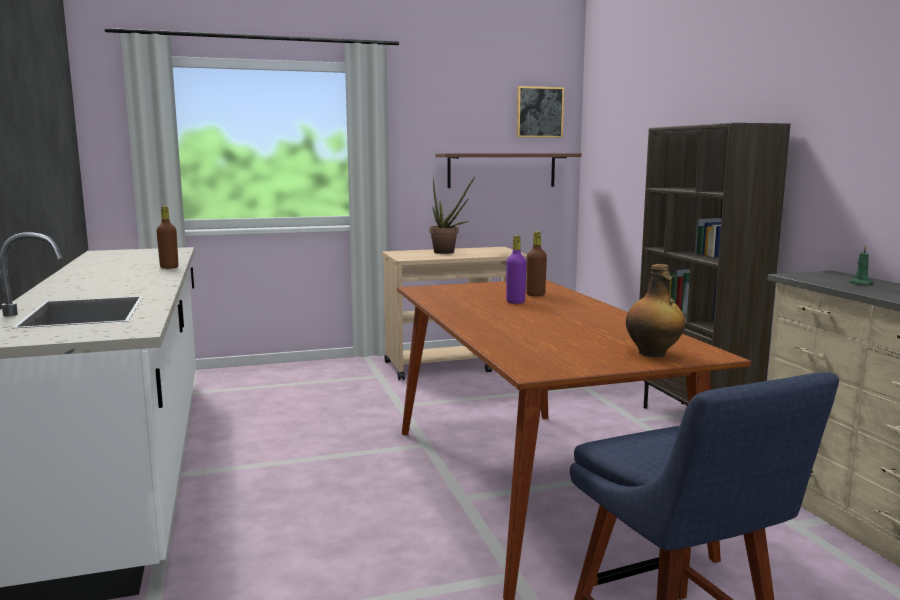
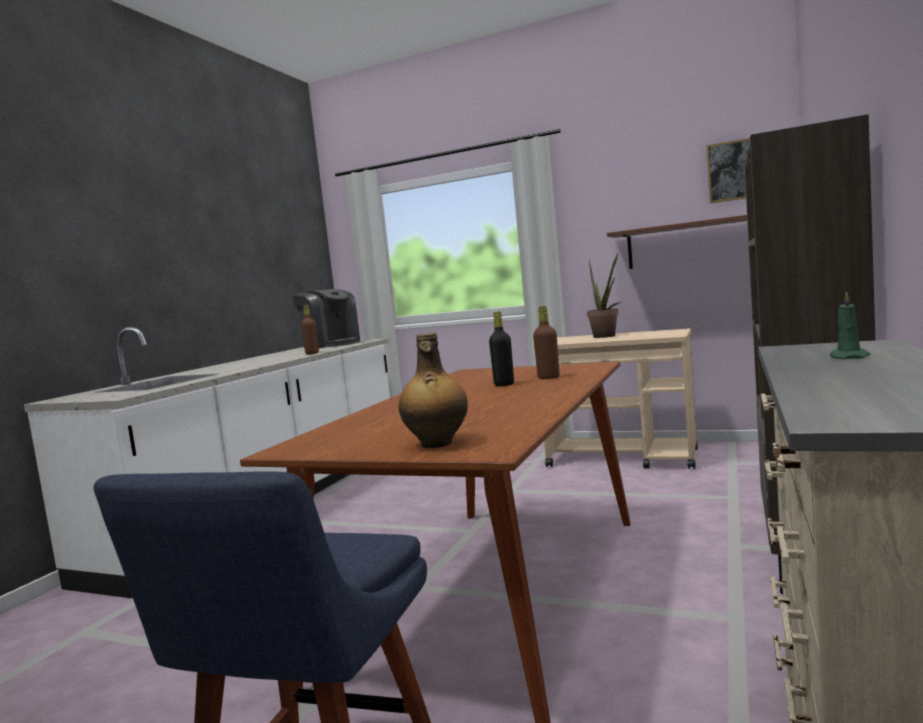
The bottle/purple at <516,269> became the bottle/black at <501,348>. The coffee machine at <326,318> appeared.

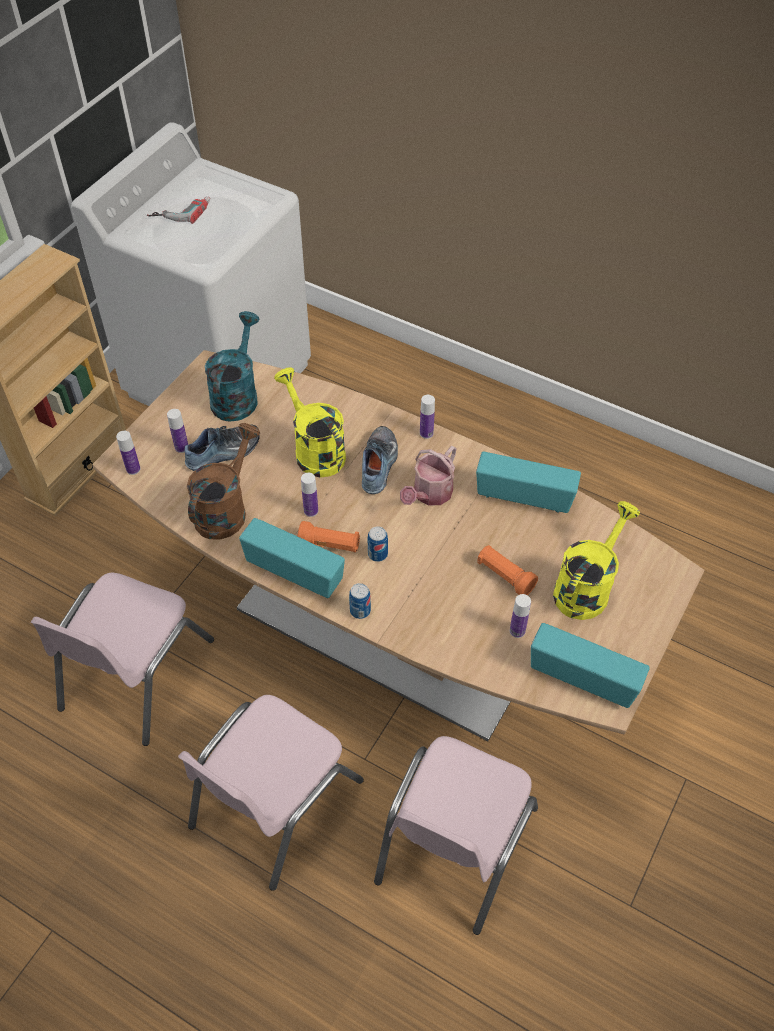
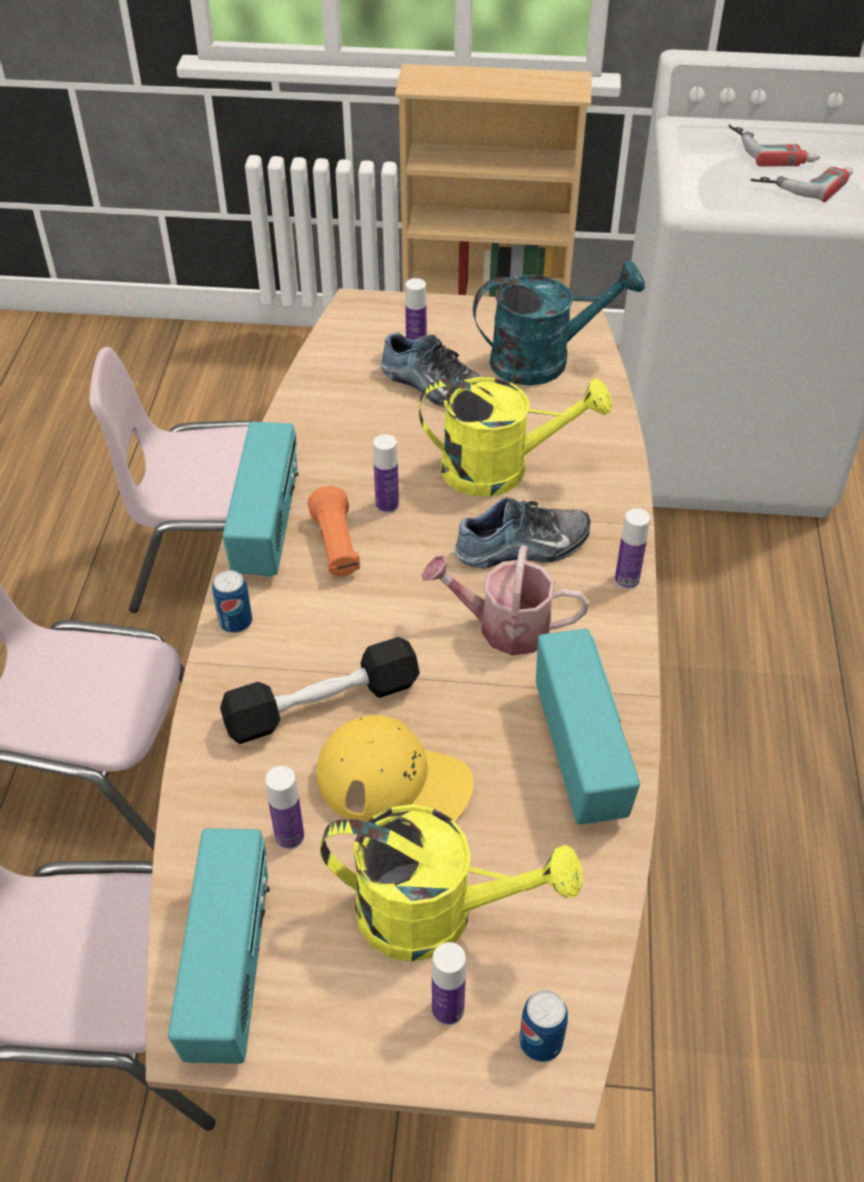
The watering can/yellow at <310,423> turned 60 degrees clockwise. The watering can/brown at <223,481> disappeared. The bottle moved from <128,453> to <449,983>. The can moved from <378,544> to <543,1026>. The flashlight/orange at <507,570> was replaced by the cap/yellow at <395,768>. The power drill at <801,184> appeared. The dumbbell/black at <320,690> appeared.

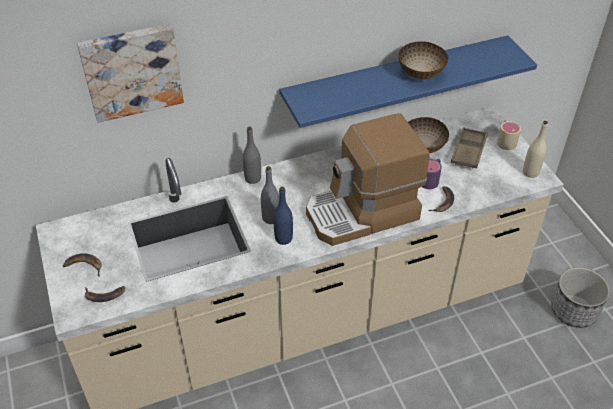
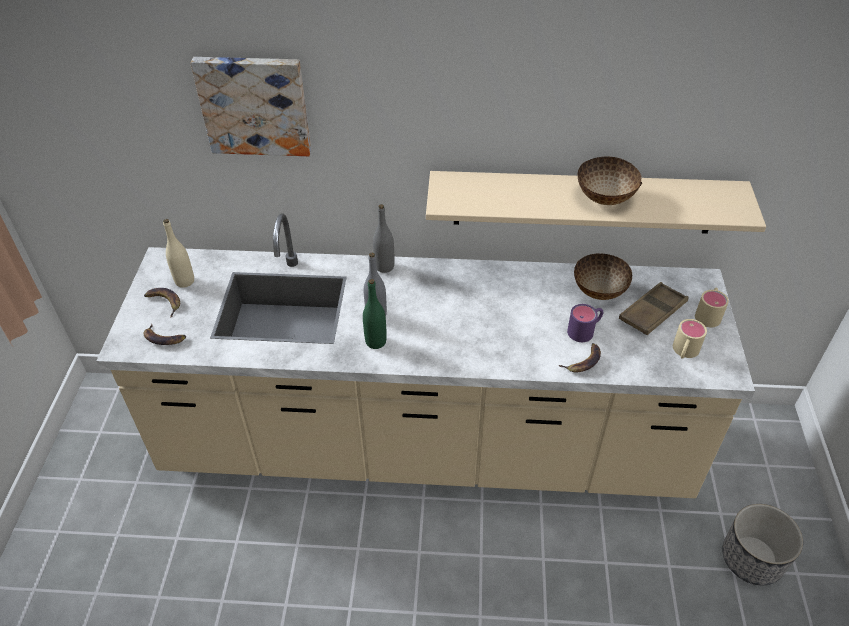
The shelf/blue at <408,81> became the shelf/beige at <596,202>. The coffee machine at <368,179> disappeared. The bottle/beige moved from <535,149> to <178,253>. The bottle/blue at <283,216> became the bottle/green at <375,314>. The mug/beige at <690,339> appeared.

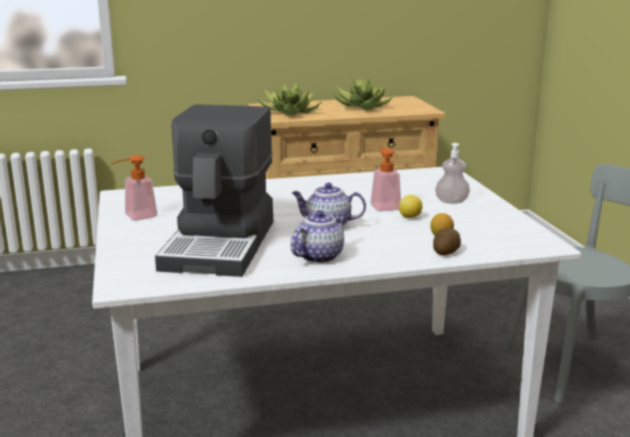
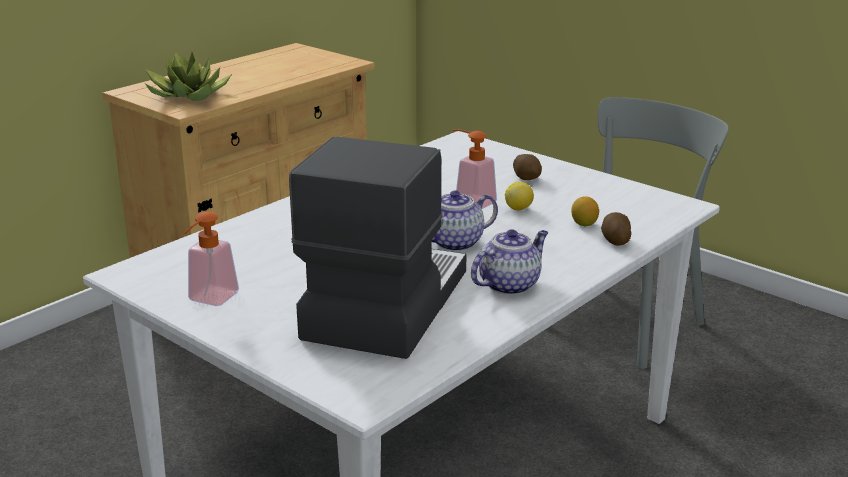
The potted plant at <364,94> disappeared. The coffee machine at <214,190> turned 135 degrees counterclockwise. The soap dispenser at <452,173> was replaced by the potato at <527,167>. The teapot at <318,236> turned 45 degrees clockwise.

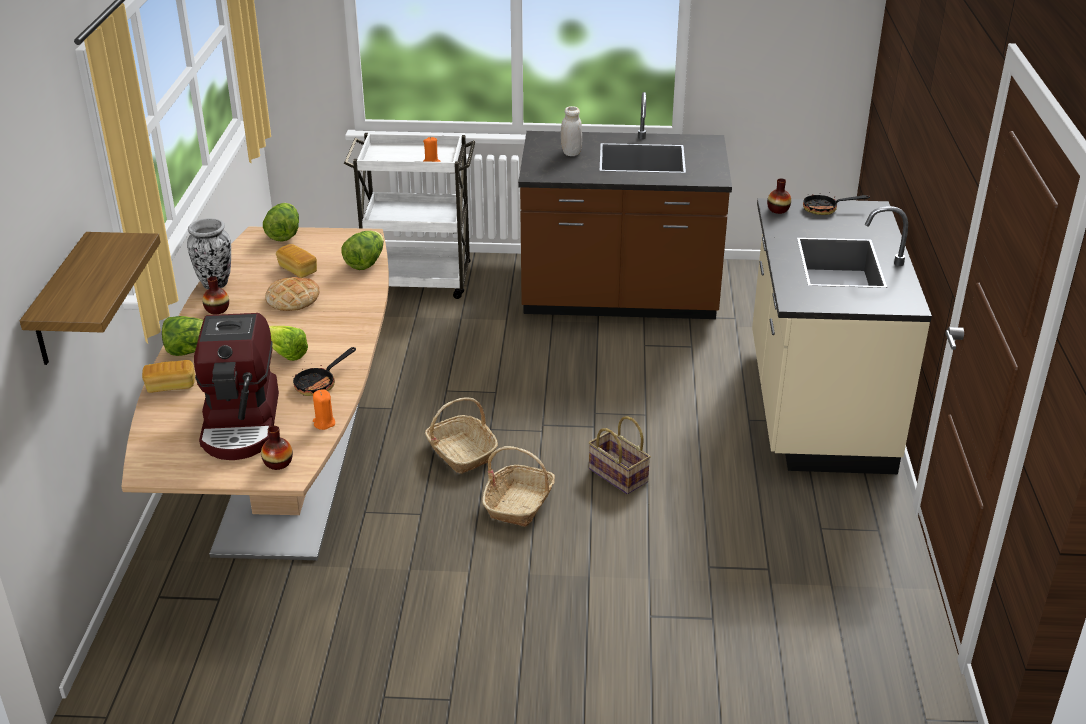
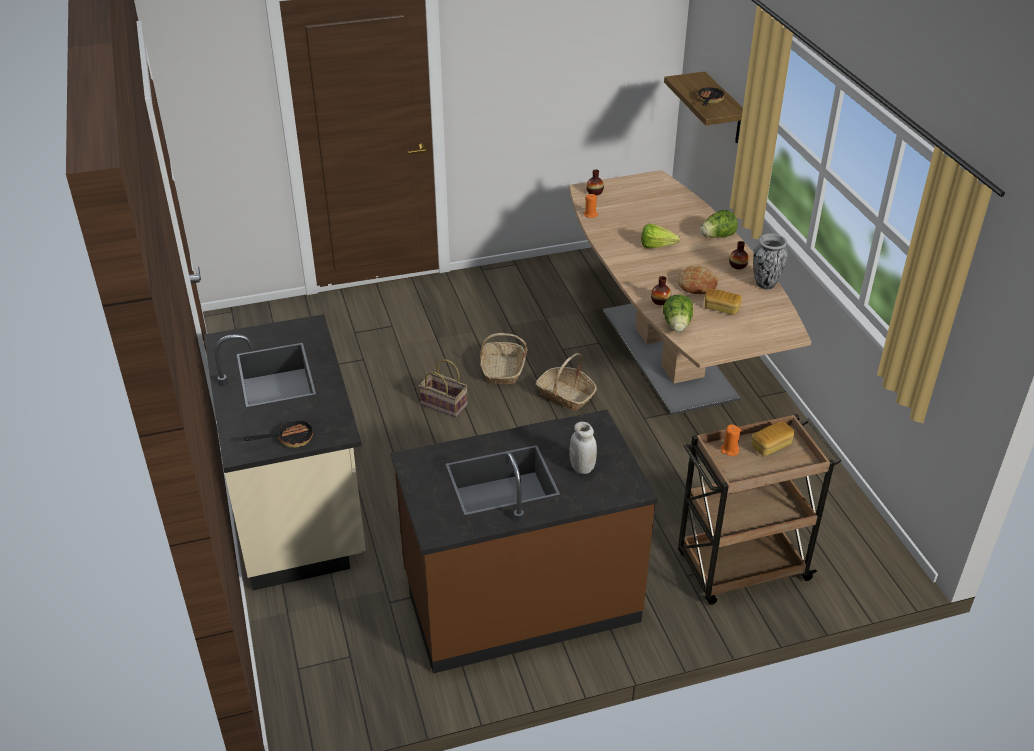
The cart/white at <409,216> became the cart/brown at <759,509>. The vase moved from <779,196> to <661,290>. The lettuce at <281,222> disappeared. The coffee machine at <236,386> disappeared. The frying pan moved from <324,371> to <711,95>. The bread moved from <168,376> to <773,438>.

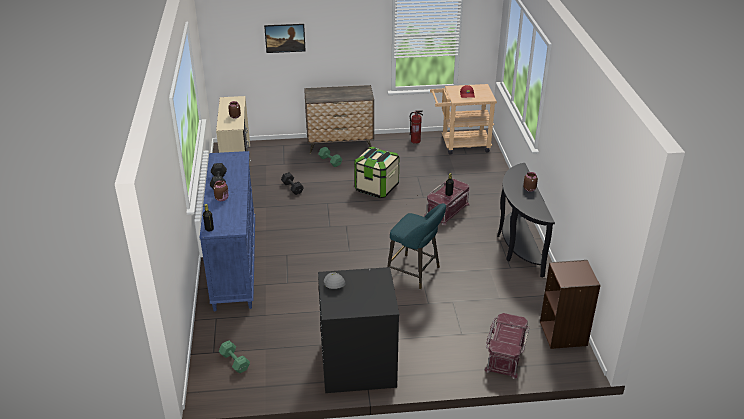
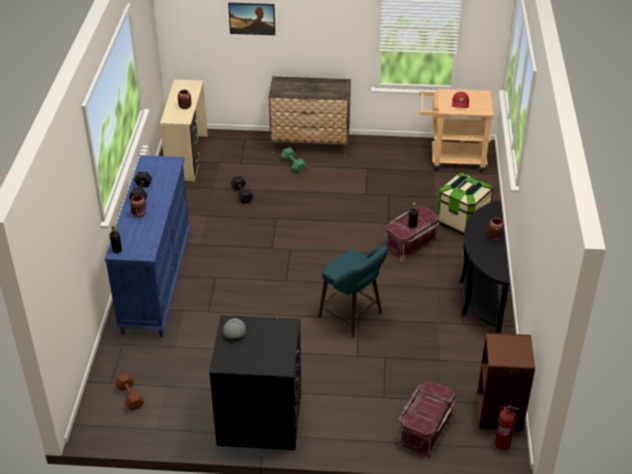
The fire extinguisher moved from <416,127> to <507,427>. The storage box moved from <376,172> to <464,204>. The dumbbell/green at <234,357> became the dumbbell/brown at <129,392>.

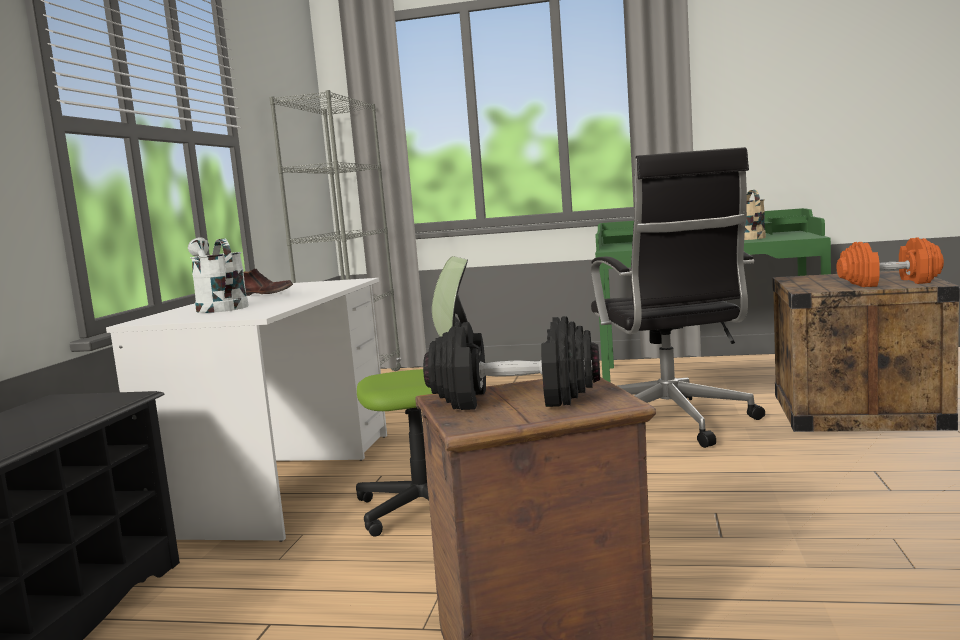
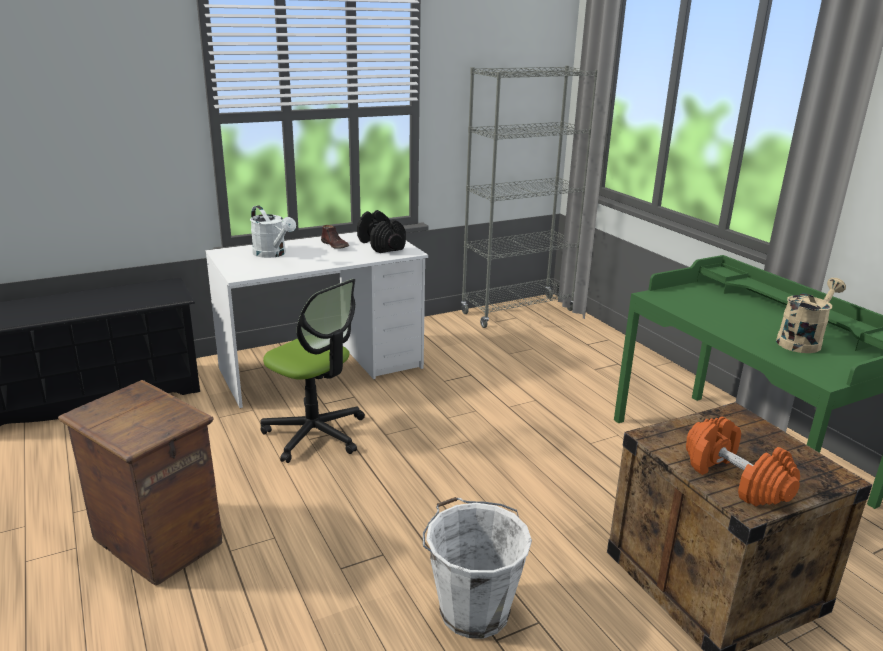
The office chair/black at <678,297> disappeared. The watering can/white at <218,275> turned 120 degrees clockwise. The dumbbell/black moved from <511,363> to <381,231>. The bucket/white at <477,567> appeared.

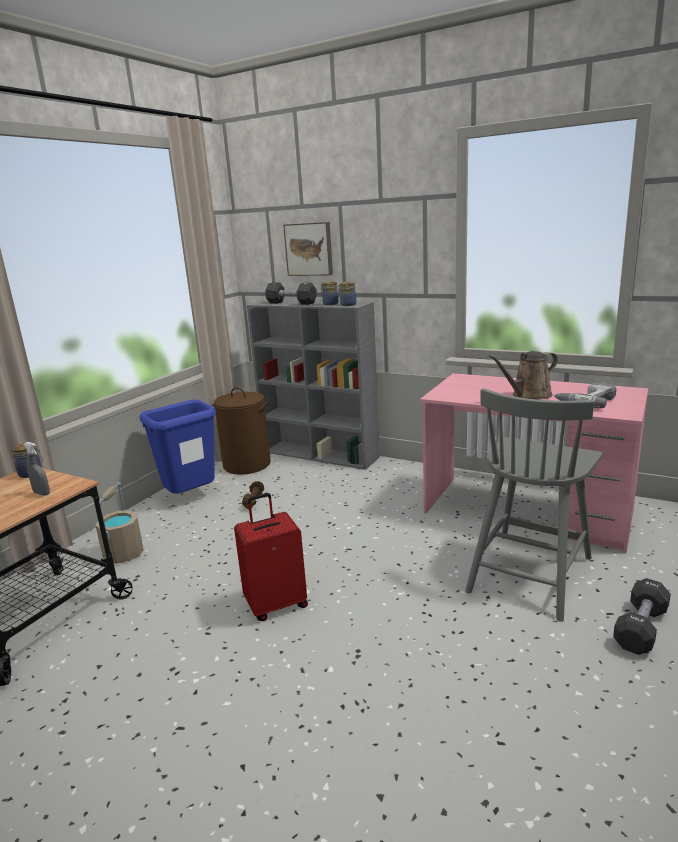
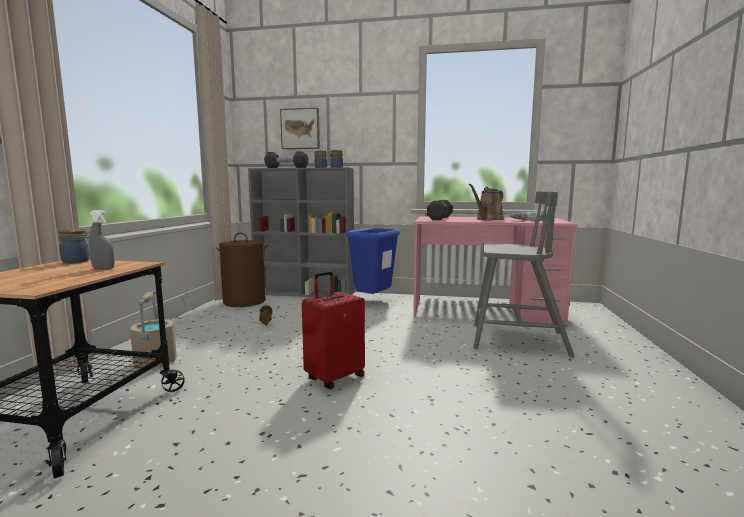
The chair/grey at <534,505> turned 90 degrees counterclockwise. The trash can/blue moved from <177,447> to <373,261>. The dumbbell/black moved from <642,616> to <440,210>.

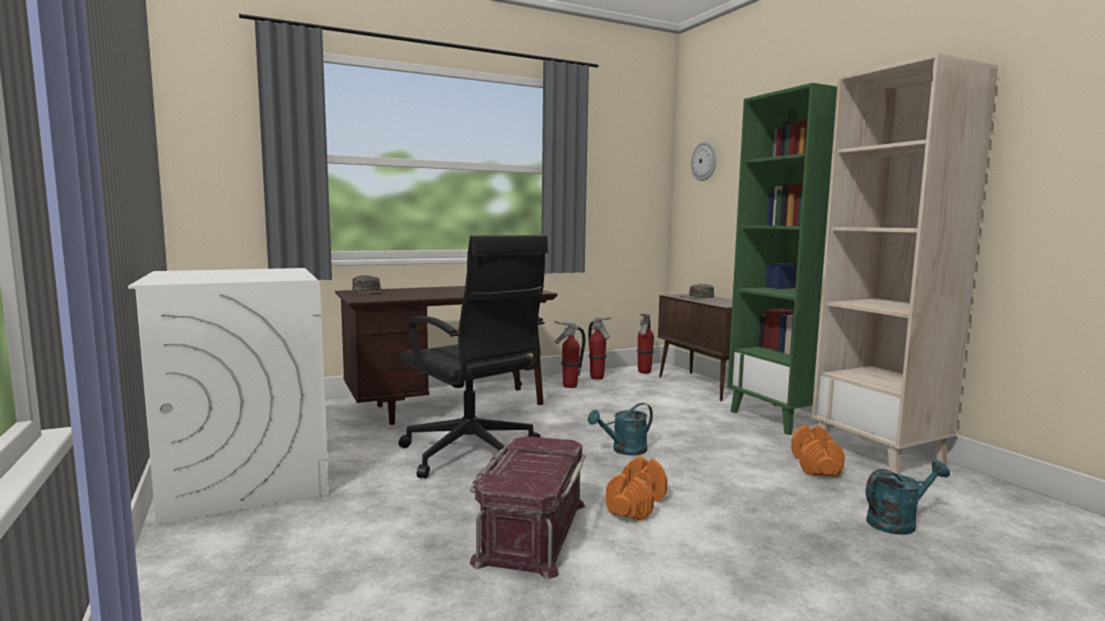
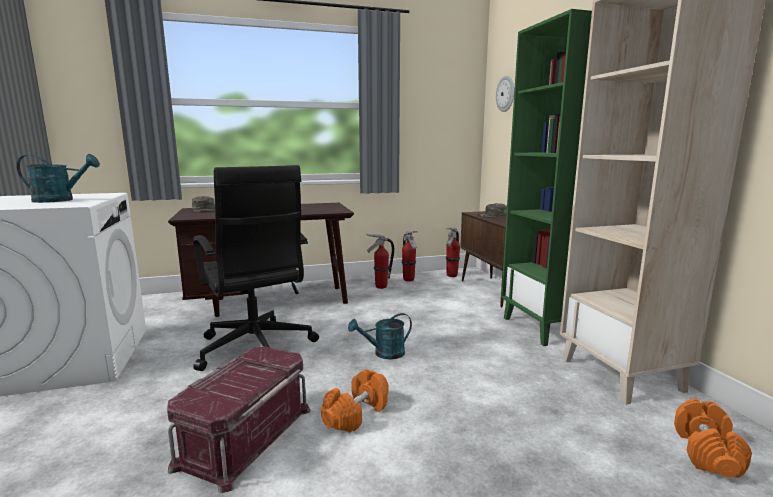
The dumbbell/orange moved from <818,451> to <713,438>. The watering can/turquoise moved from <908,497> to <58,178>.

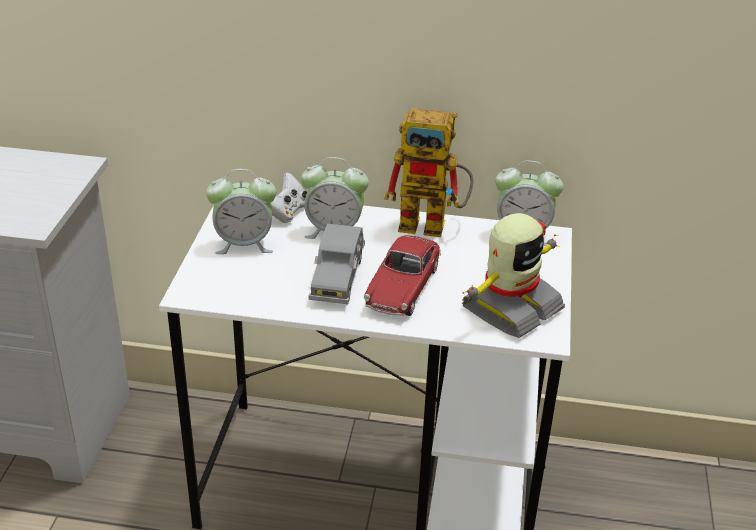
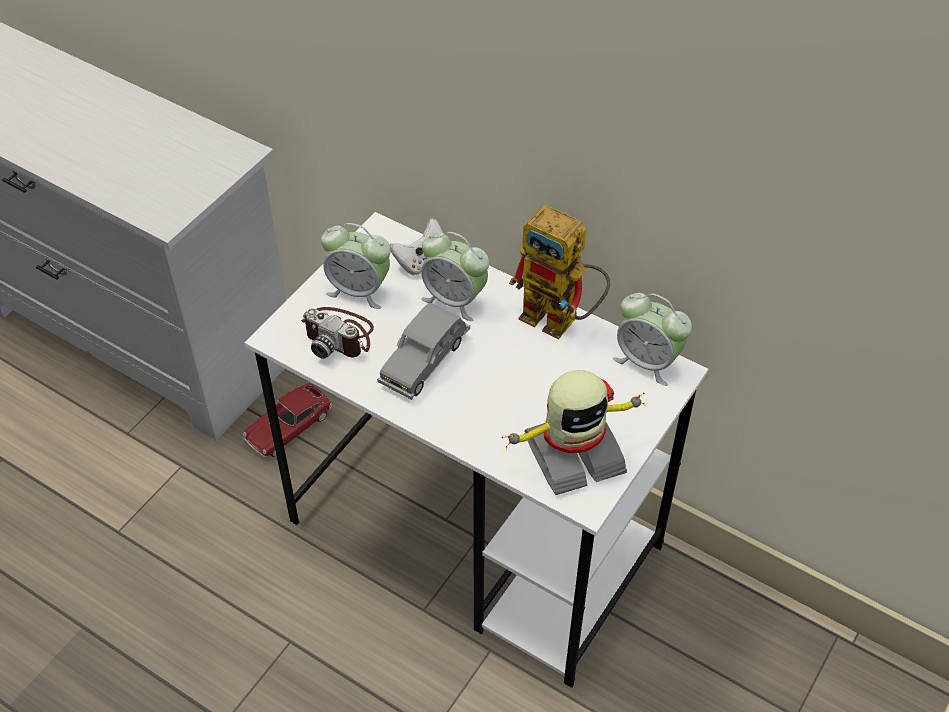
The toy car moved from <402,275> to <287,420>. The photo camera at <337,333> appeared.

